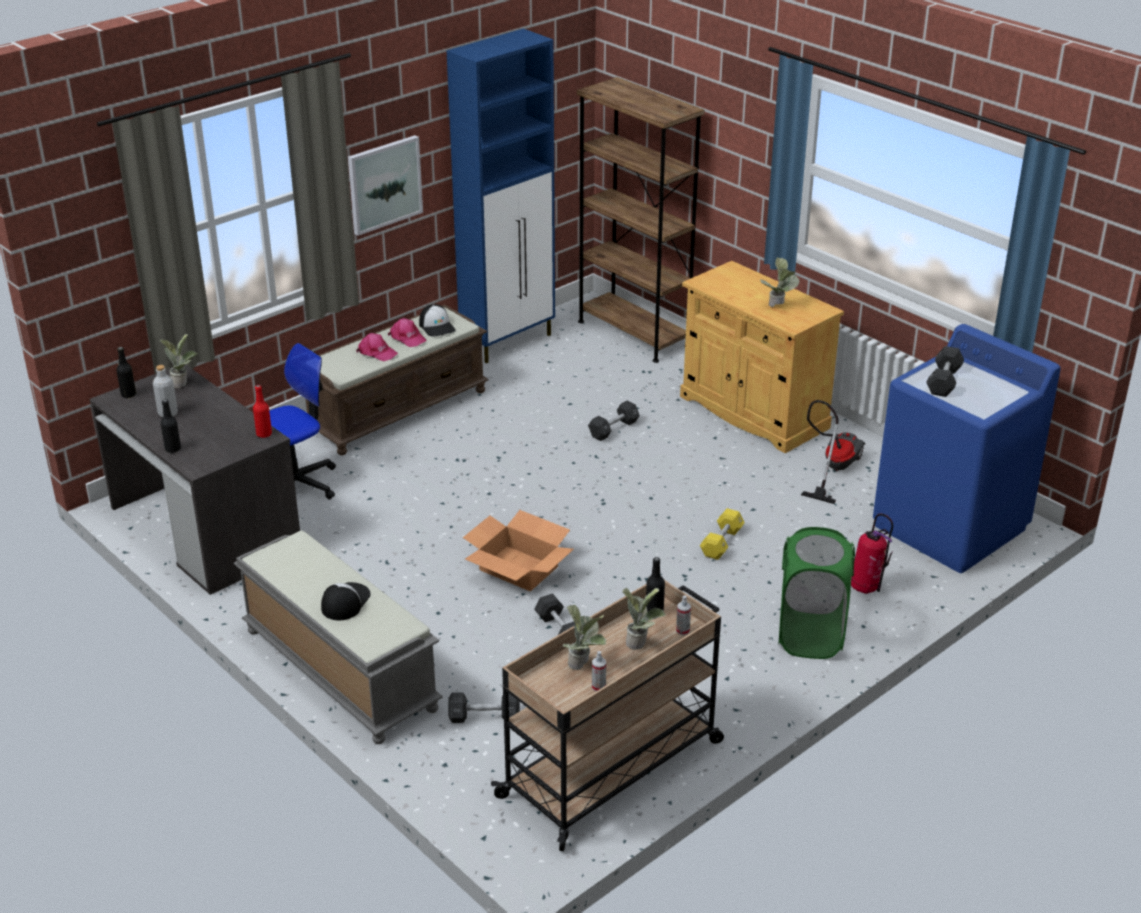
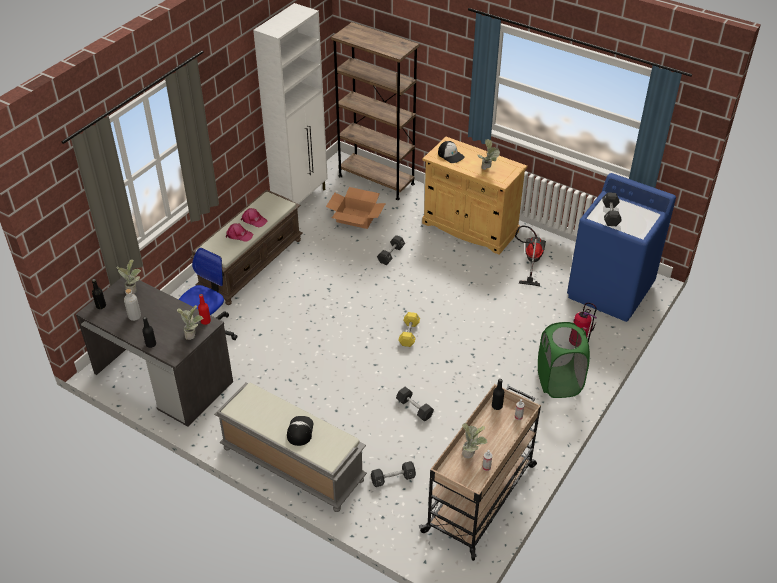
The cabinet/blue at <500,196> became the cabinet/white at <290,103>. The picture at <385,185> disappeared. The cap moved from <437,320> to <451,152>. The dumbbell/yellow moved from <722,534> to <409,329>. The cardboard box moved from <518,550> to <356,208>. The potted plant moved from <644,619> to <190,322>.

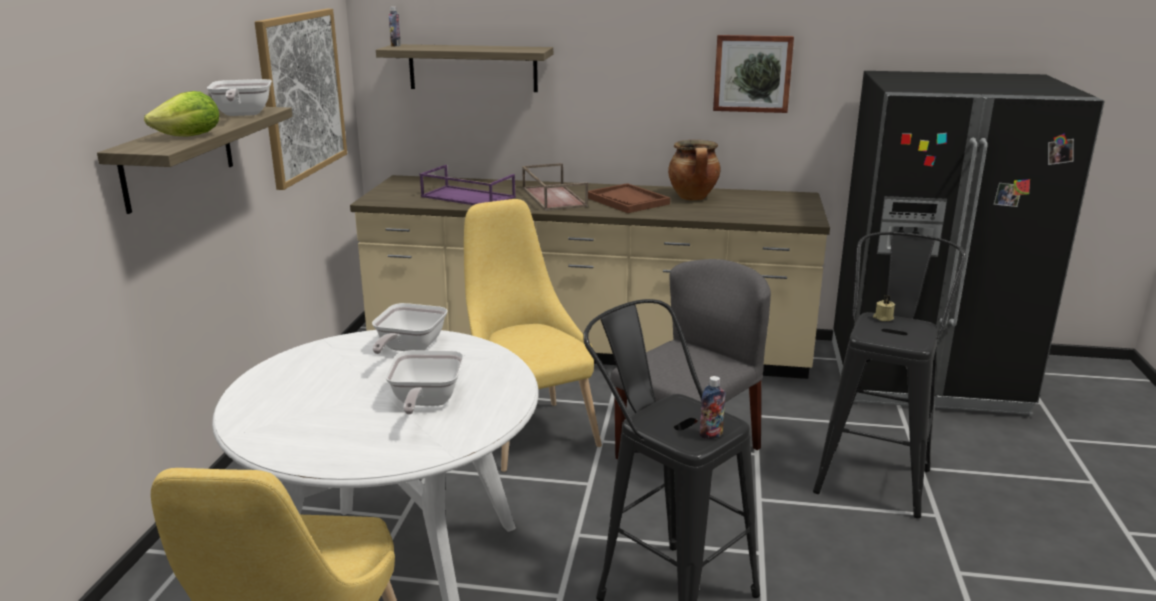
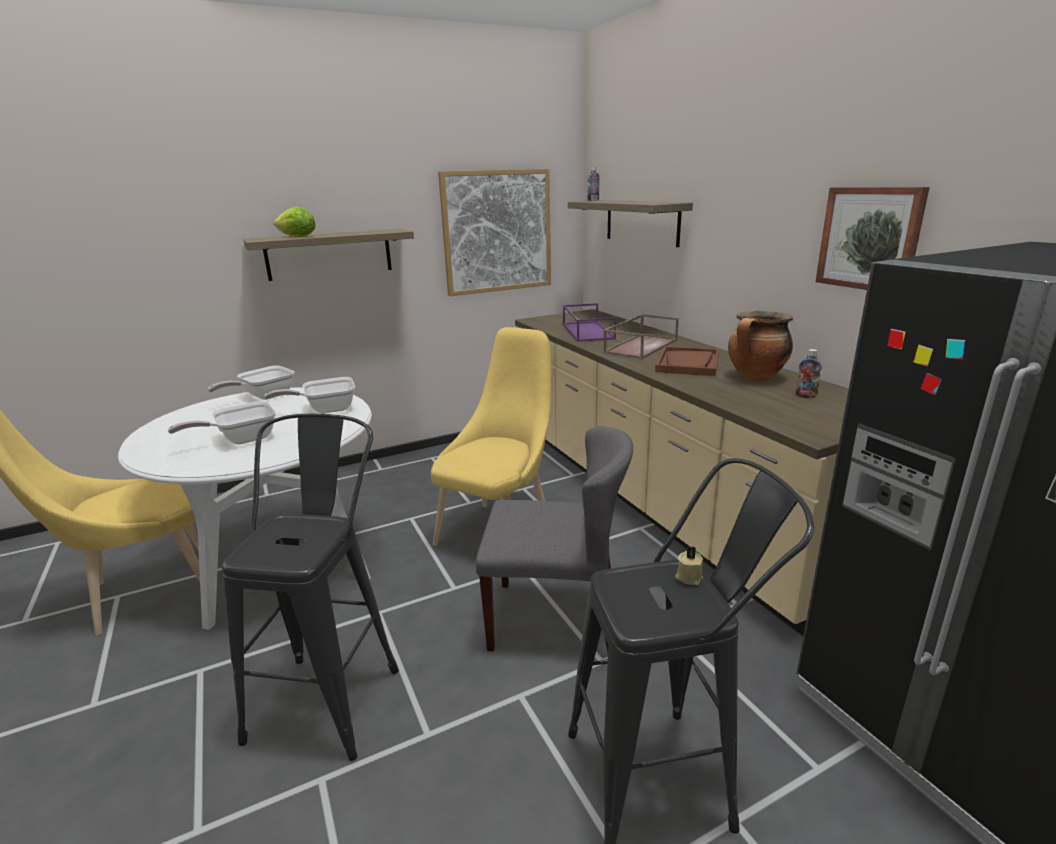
The frying pan moved from <239,97> to <251,383>. The bottle moved from <712,407> to <808,373>.

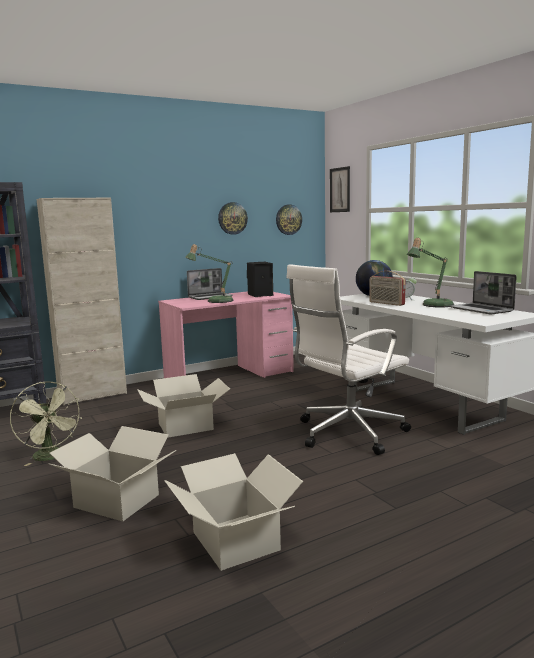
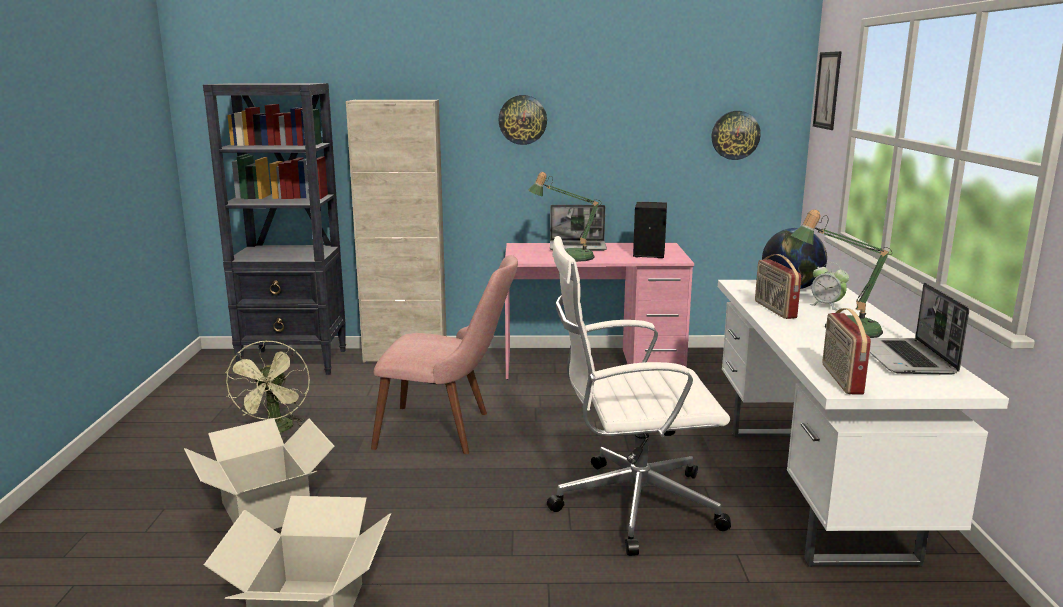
The wall clock moved from <233,218> to <523,120>. The cardboard box at <183,406> was replaced by the chair/pink at <444,354>. The radio at <846,351> appeared.

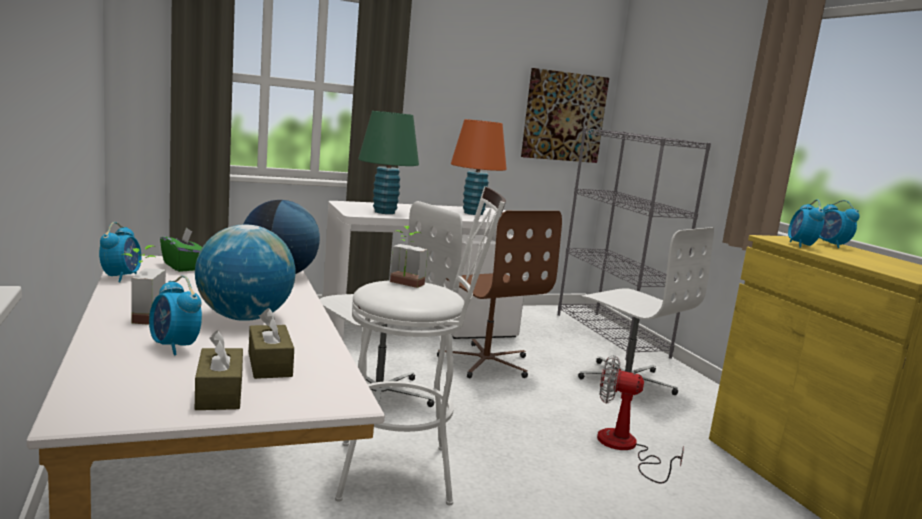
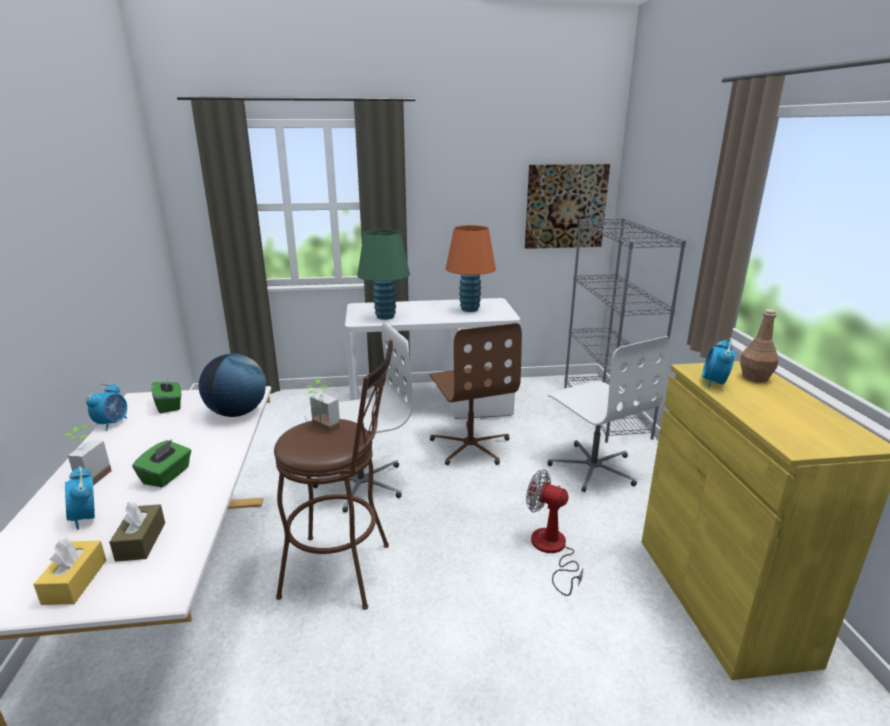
The stool/white at <420,345> became the stool/brown at <333,474>. The alarm clock at <838,224> was replaced by the bottle/brown at <759,346>. The globe at <245,273> was replaced by the tissue box/green at <161,463>. The tissue box/brown at <219,370> became the tissue box/yellow at <69,571>.

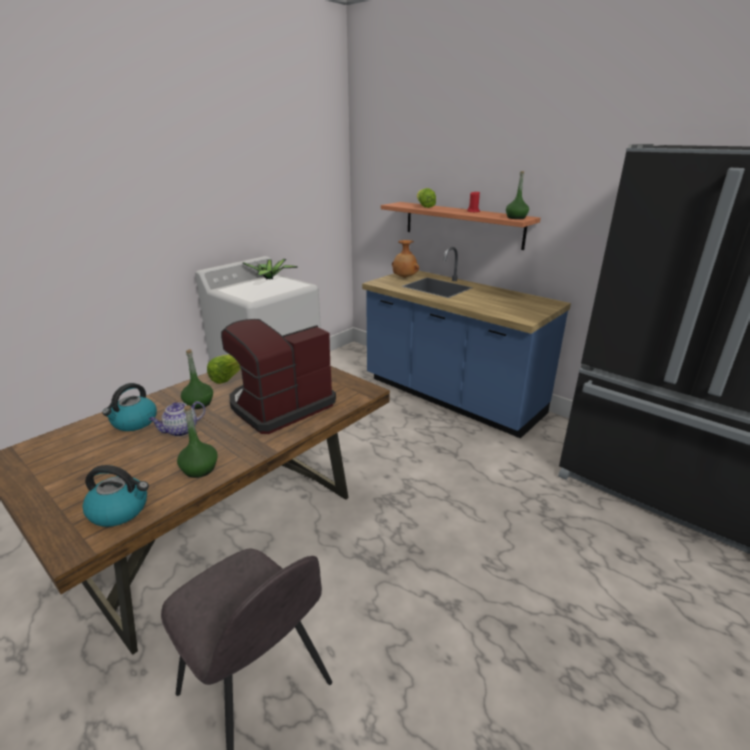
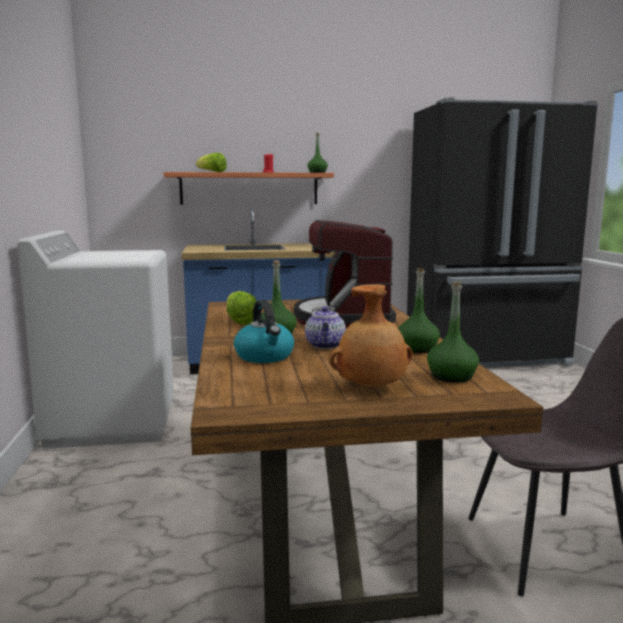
The vase/brown moved from <405,259> to <371,336>. The potted plant at <270,269> disappeared. The kettle at <116,496> was replaced by the bottle/green at <453,332>.

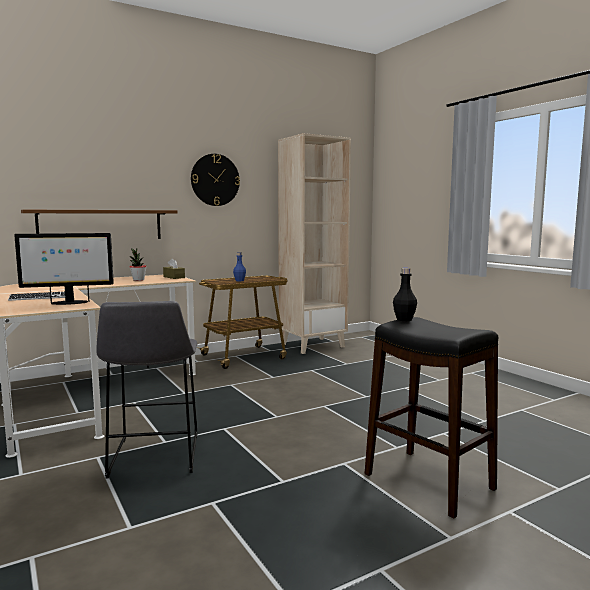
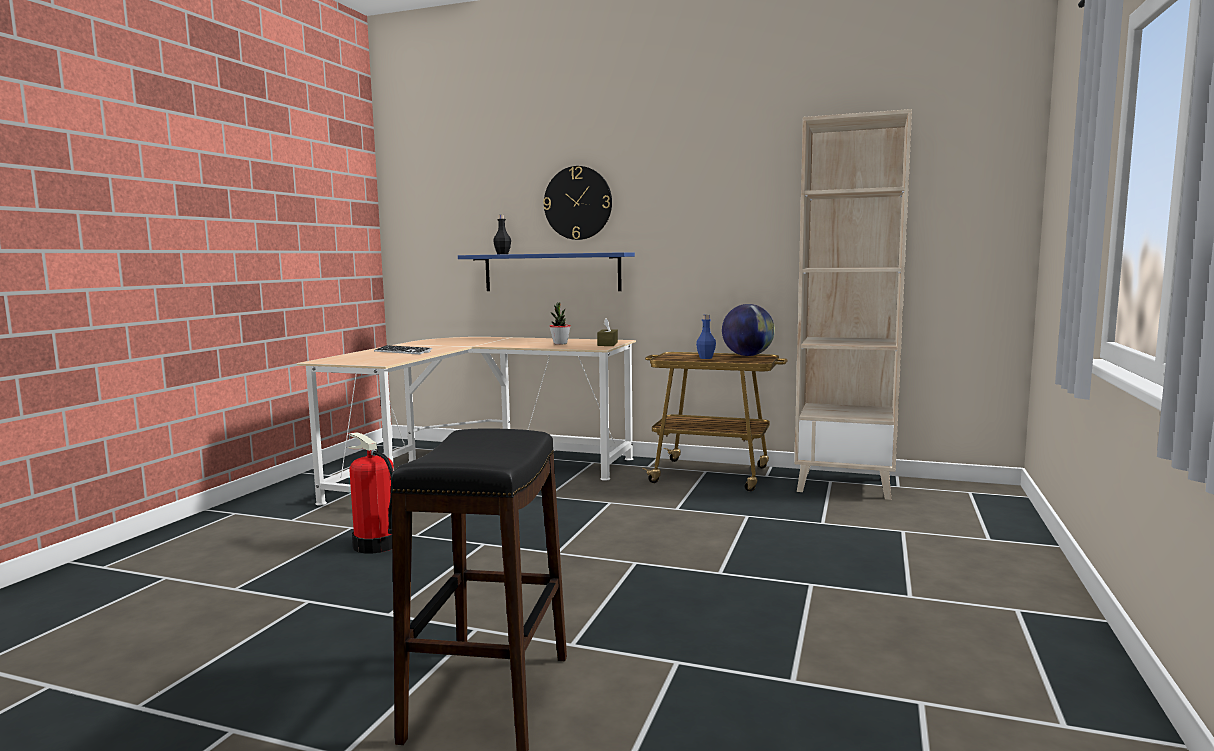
The wall clock moved from <215,180> to <577,203>. The shelf/brown at <99,224> became the shelf/blue at <546,271>. The monitor at <64,269> disappeared. The bottle/black moved from <405,294> to <502,234>. The stool/grey at <146,389> was replaced by the fire extinguisher at <370,492>. The globe at <748,330> appeared.

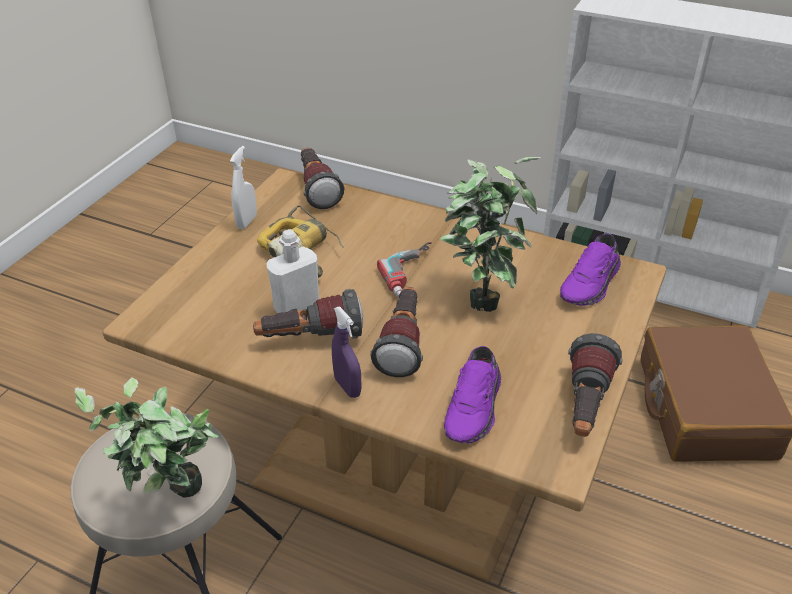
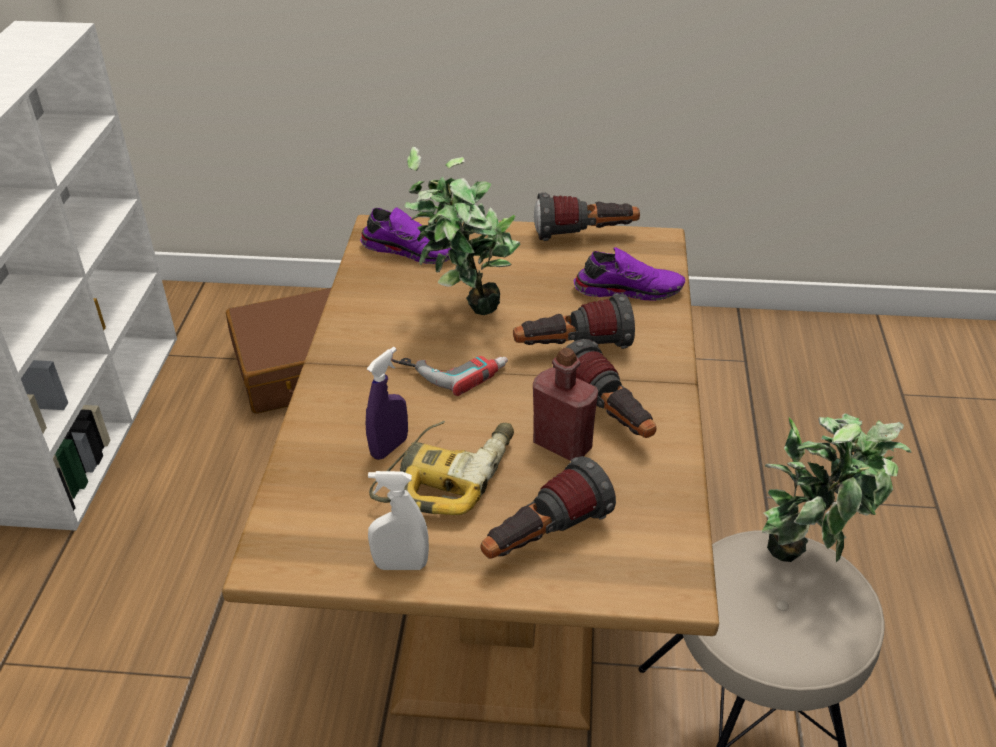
The flashlight moved from <322,178> to <548,507>. The bottle/white at <292,271> became the bottle/red at <565,404>. The spray bottle/purple moved from <347,352> to <387,403>.

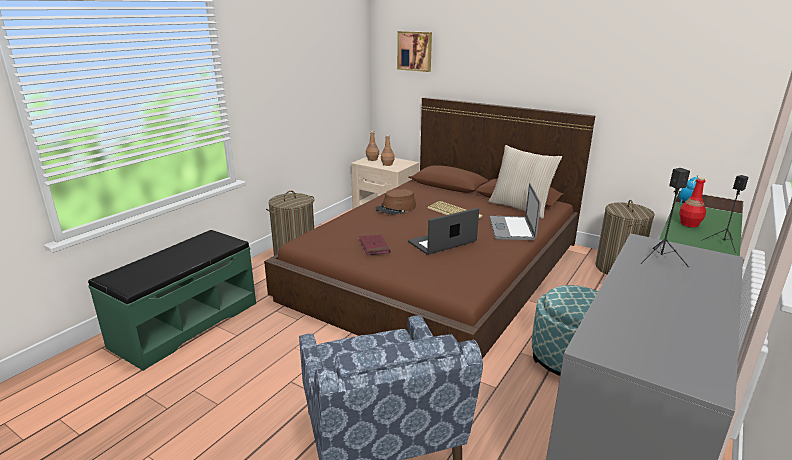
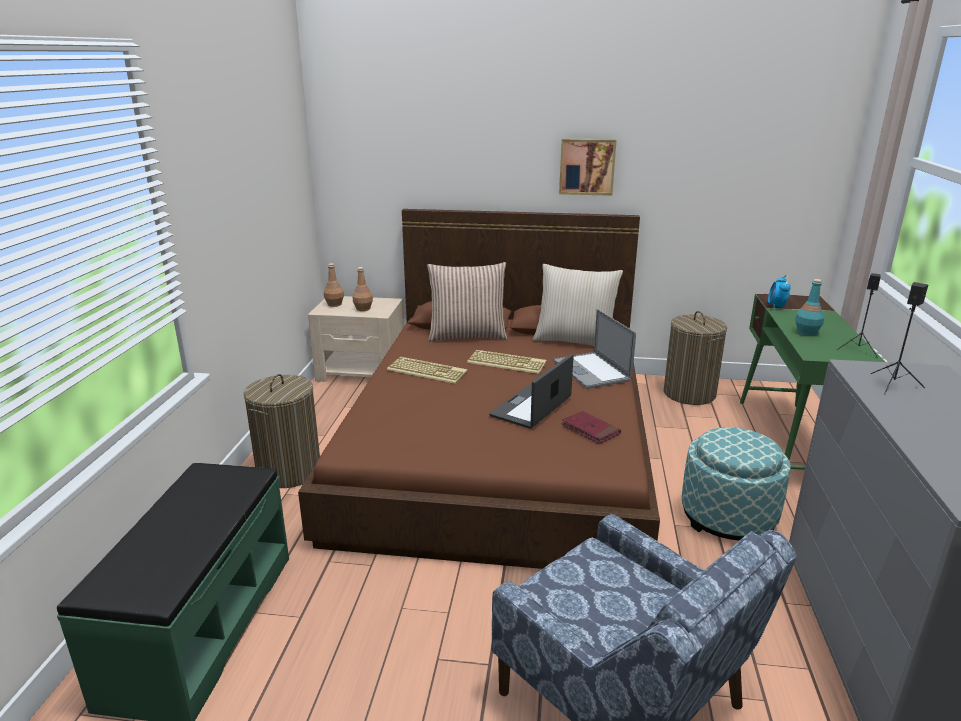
The picture moved from <414,51> to <588,167>. The bottle/red at <692,202> became the bottle/turquoise at <809,307>. The hat/brown at <395,202> was replaced by the keyboard at <427,370>. The book/red moved from <375,245> to <591,427>. The pillow at <467,302> appeared.

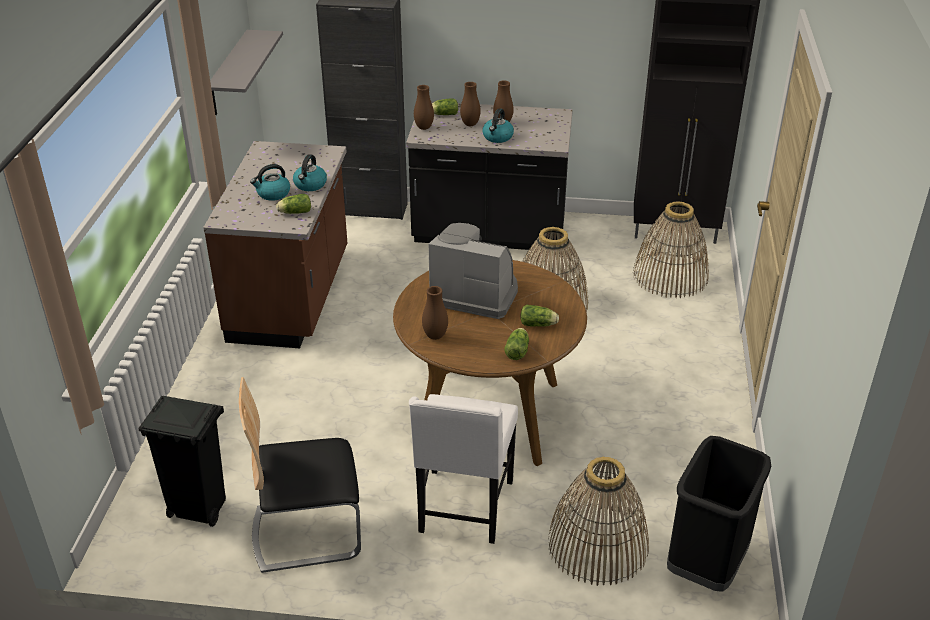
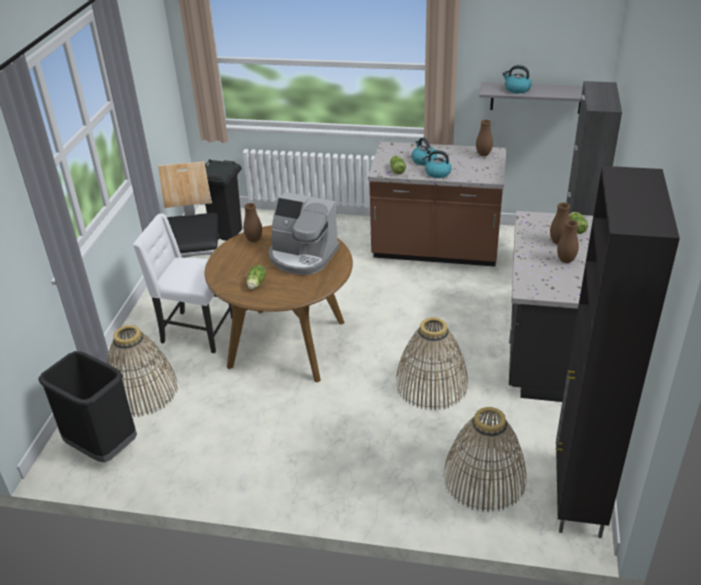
The vase/brown moved from <424,107> to <484,137>. The kettle moved from <498,125> to <517,79>. The coffee machine at <473,271> turned 90 degrees clockwise. The lettuce at <516,344> disappeared.

